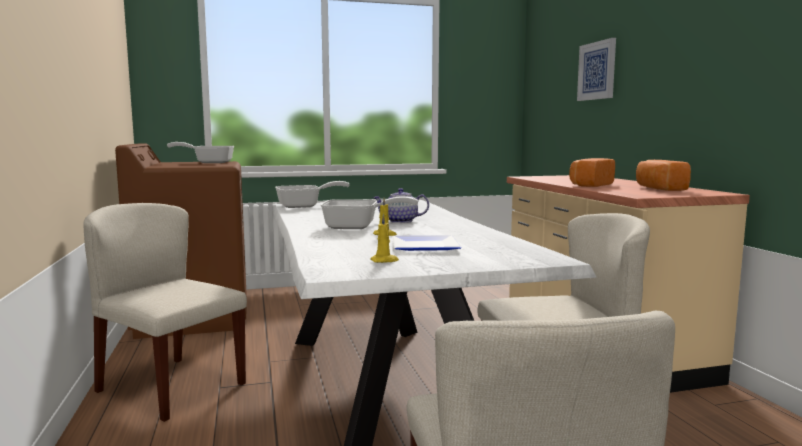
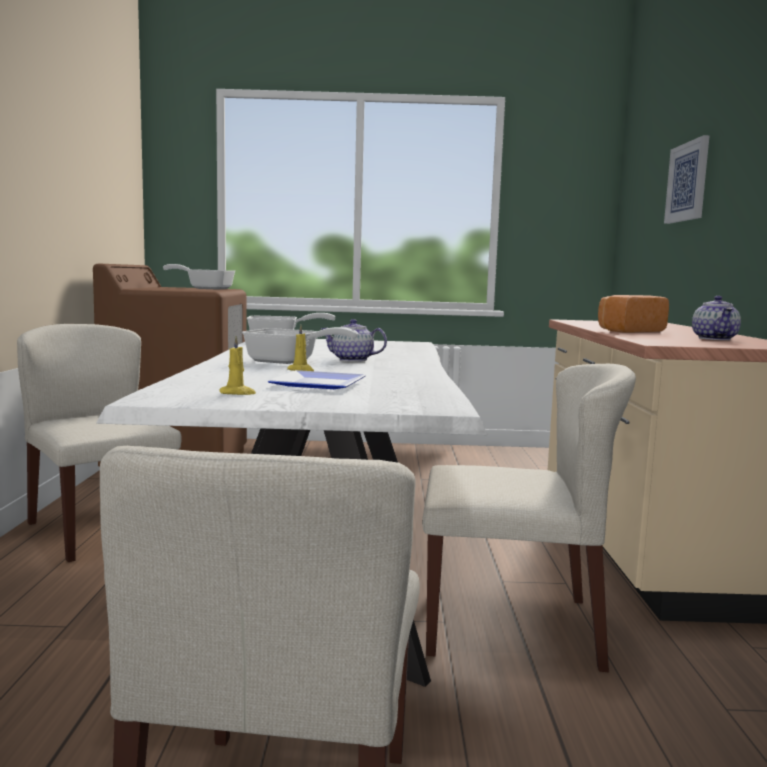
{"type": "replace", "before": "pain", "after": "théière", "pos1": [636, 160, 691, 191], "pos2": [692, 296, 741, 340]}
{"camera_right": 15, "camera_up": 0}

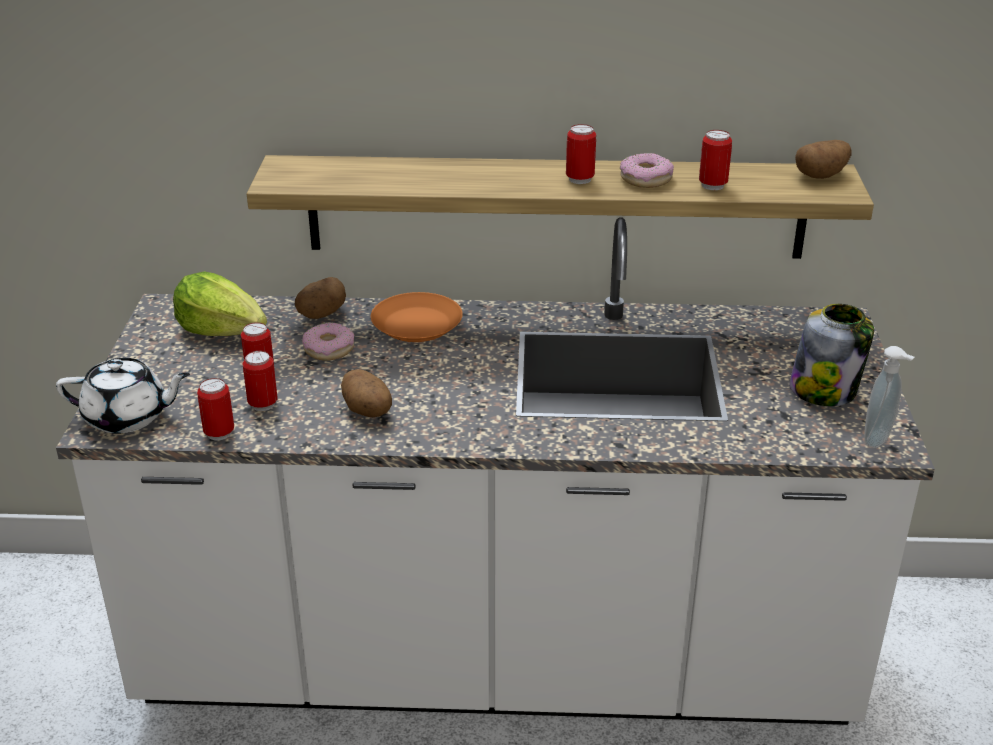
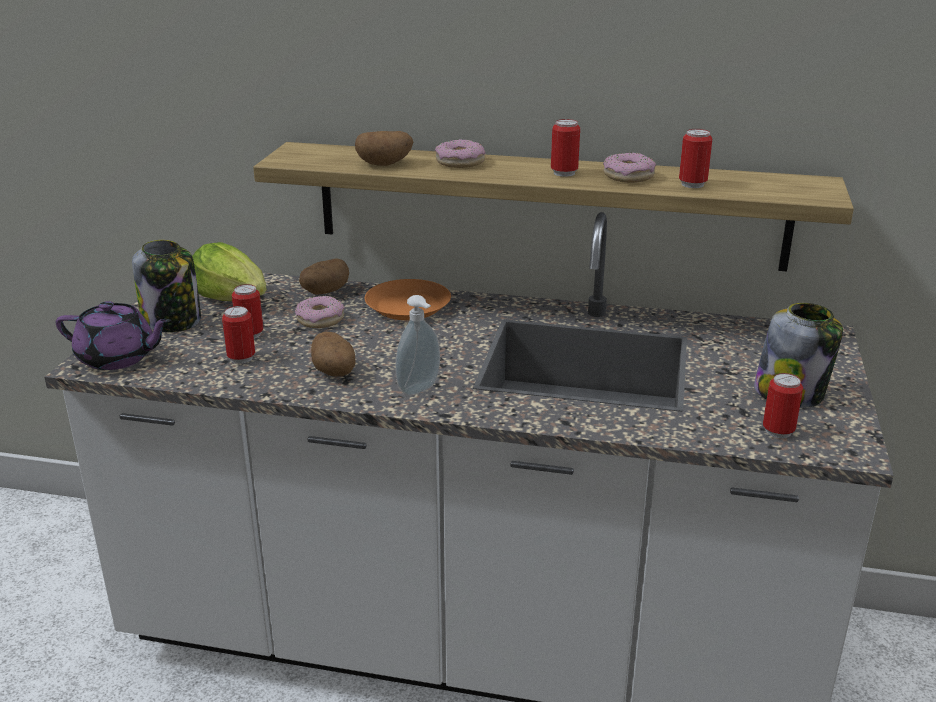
{"type": "insert", "after": "bocal", "pos2": [132, 240, 201, 332]}
{"type": "insert", "after": "beignet", "pos2": [435, 139, 485, 168]}
{"type": "move", "before": "boîte métallique", "pos1": [197, 378, 234, 441], "pos2": [763, 373, 803, 438]}
{"type": "move", "before": "pomme de terre", "pos1": [795, 140, 852, 179], "pos2": [355, 131, 413, 166]}
{"type": "move", "before": "distributeur de savon", "pos1": [864, 346, 915, 448], "pos2": [395, 295, 440, 396]}
{"type": "recolor", "before": "théière [blanc]", "after": "théière [violet]", "pos1": [56, 358, 190, 433], "pos2": [56, 301, 172, 370]}
{"camera_right": 10, "camera_up": -5}

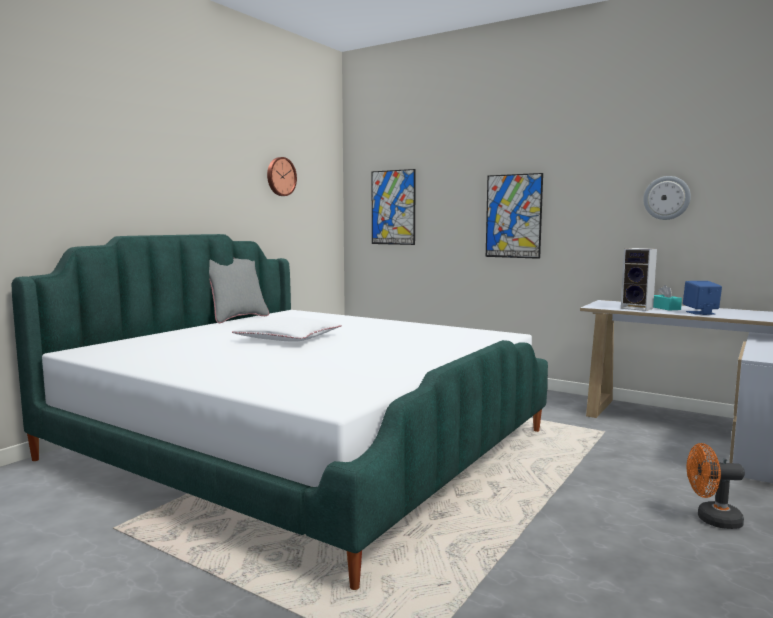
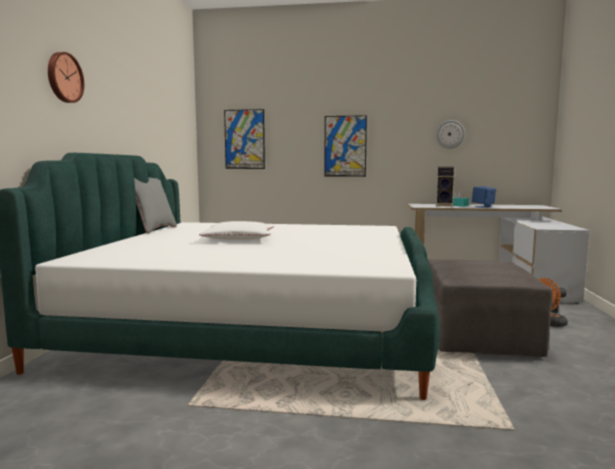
{"type": "insert", "after": "pouf [gris]", "pos2": [428, 259, 553, 357]}
{"type": "move", "before": "horloge murale", "pos1": [267, 157, 297, 196], "pos2": [48, 52, 84, 103]}
{"camera_right": -25, "camera_up": 0}

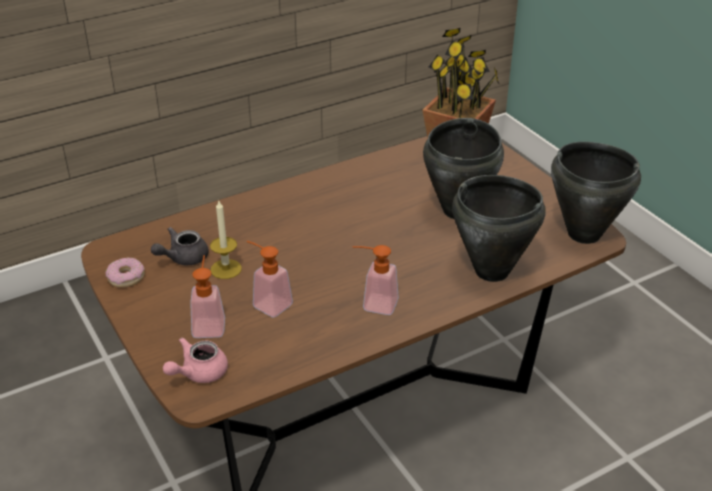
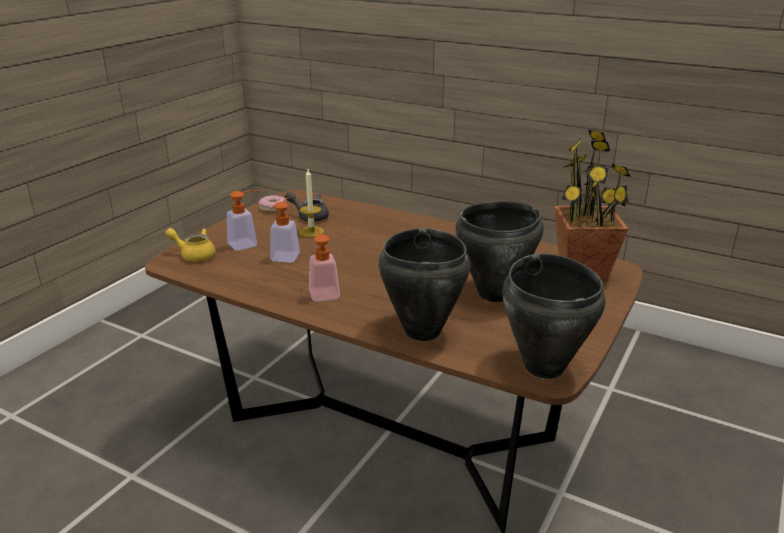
{"type": "recolor", "before": "théière [rose]", "after": "théière [jaune]", "pos1": [163, 337, 228, 383], "pos2": [165, 228, 216, 262]}
{"camera_right": 60, "camera_up": -10}

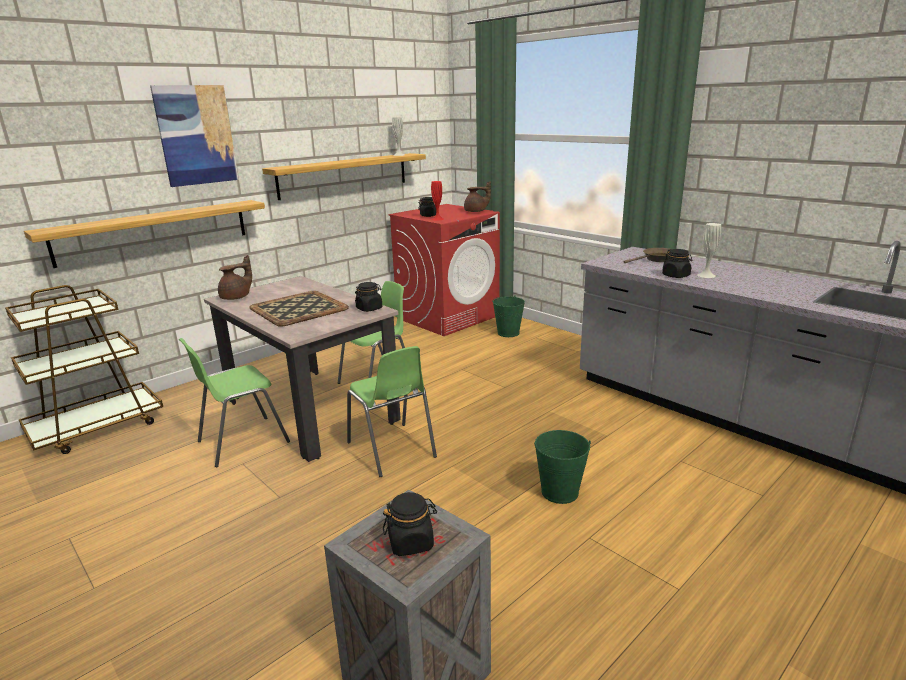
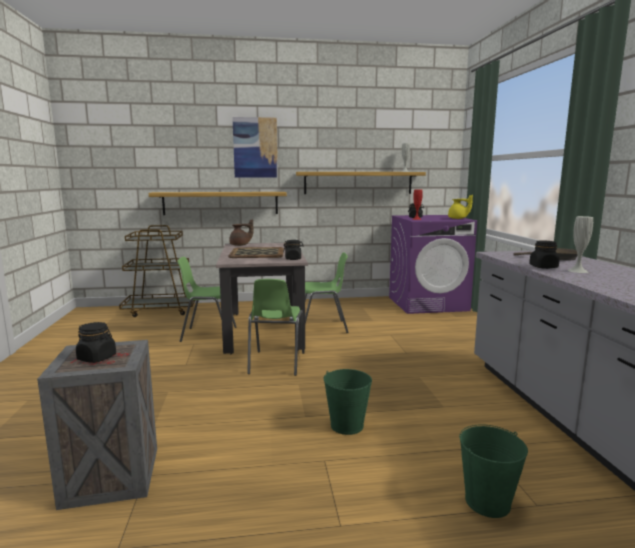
{"type": "move", "before": "seau [vert]", "pos1": [492, 295, 525, 337], "pos2": [459, 424, 528, 518]}
{"type": "recolor", "before": "lave-linge [rouge]", "after": "lave-linge [violet]", "pos1": [388, 204, 500, 336], "pos2": [389, 215, 477, 314]}
{"type": "recolor", "before": "théière [marron]", "after": "théière [jaune]", "pos1": [464, 181, 491, 212], "pos2": [448, 195, 473, 219]}
{"camera_right": 35, "camera_up": -10}

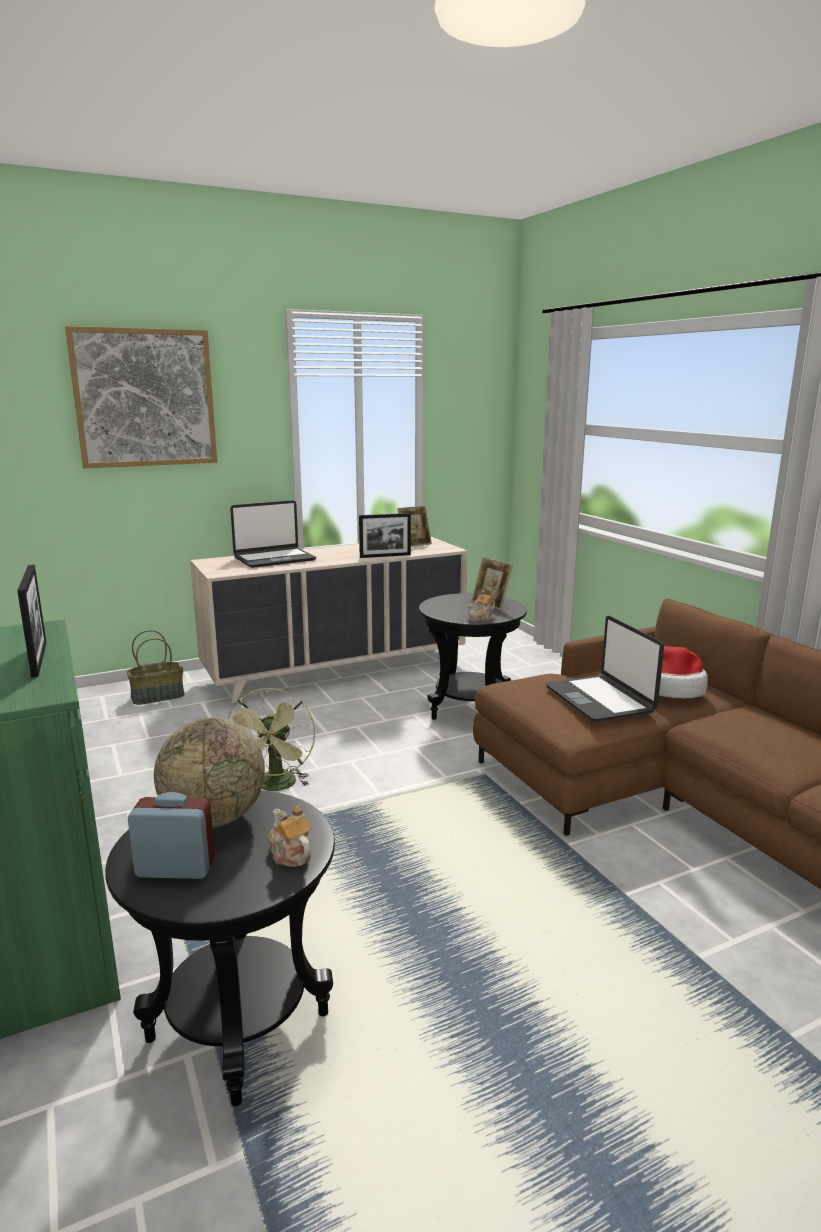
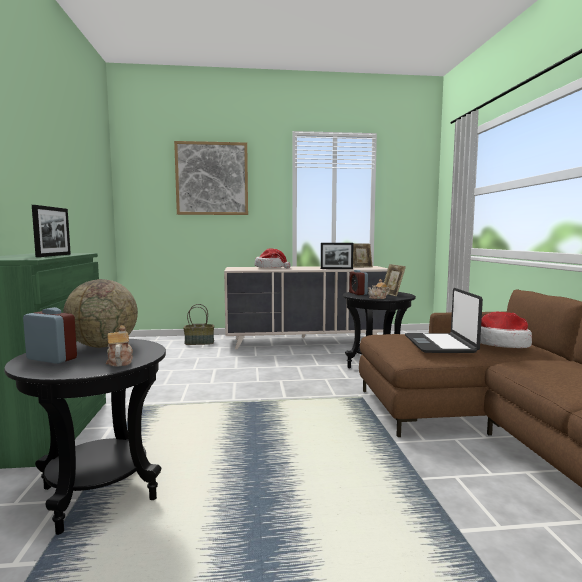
{"type": "delete", "before": "ventilateur [vert]", "pos1": [227, 688, 315, 791]}
{"type": "insert", "after": "réveil", "pos2": [349, 270, 368, 295]}
{"type": "replace", "before": "ordinateur portable", "after": "chapeau", "pos1": [230, 500, 316, 568], "pos2": [255, 248, 291, 269]}
{"camera_right": 20, "camera_up": -10}

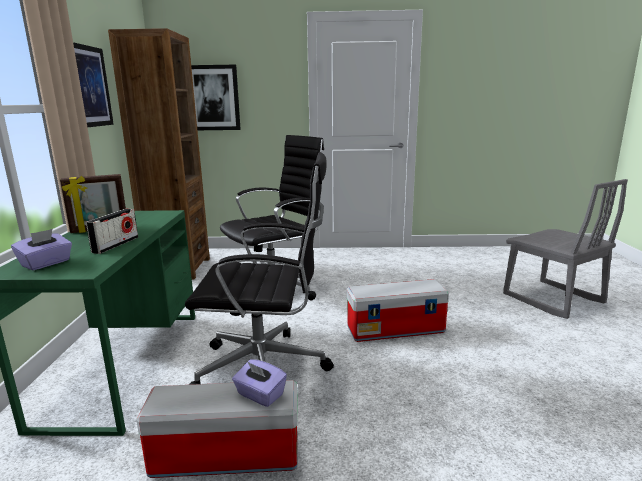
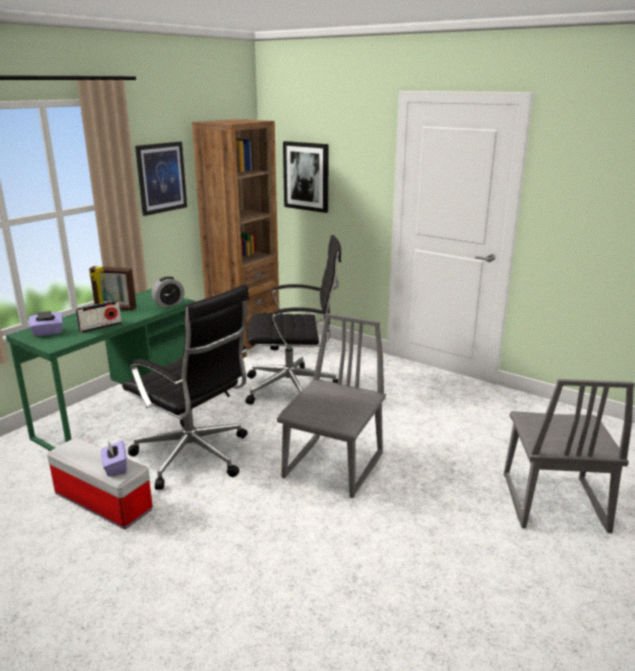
{"type": "insert", "after": "réveil", "pos2": [152, 276, 184, 308]}
{"type": "replace", "before": "boîte de rangement", "after": "chaise [gris]", "pos1": [346, 279, 449, 342], "pos2": [277, 313, 386, 498]}
{"camera_right": 35, "camera_up": 5}

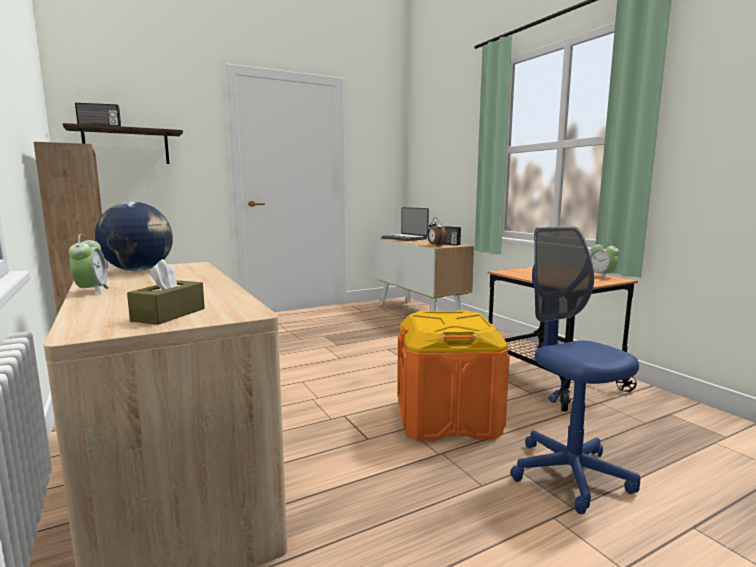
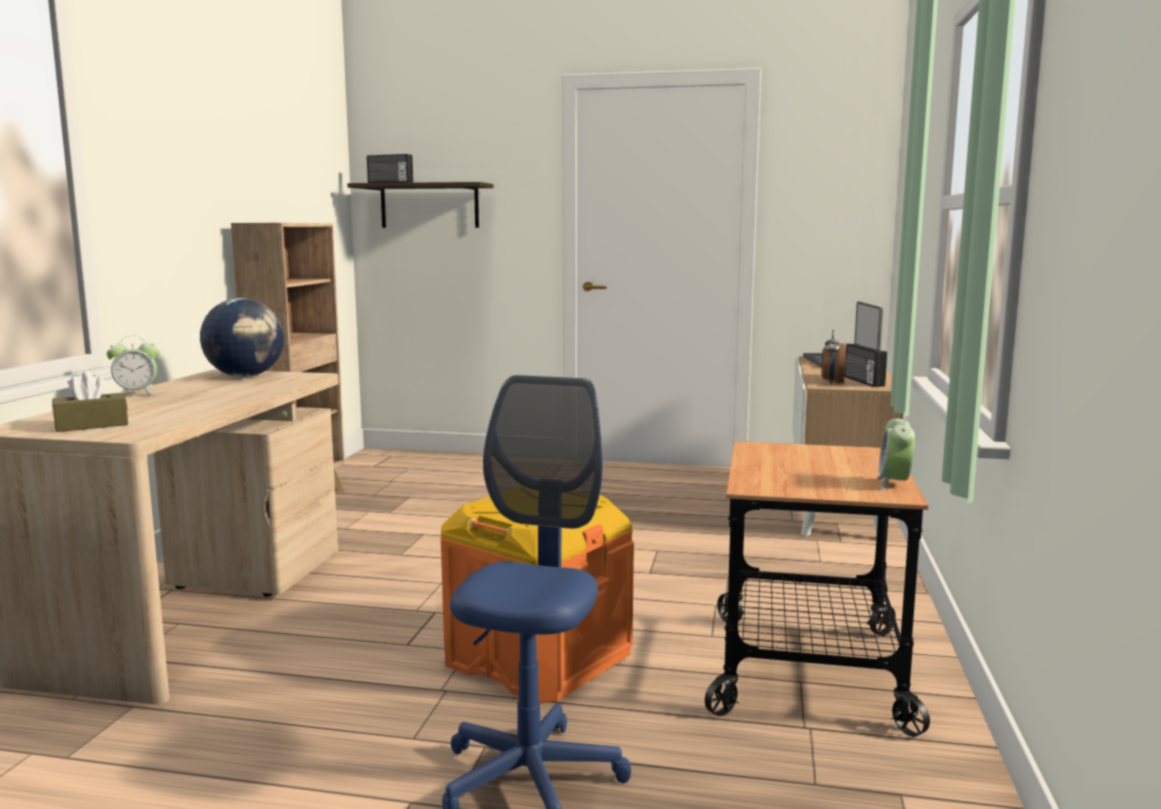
{"type": "rotate", "before": "réveil", "pos1": [69, 234, 110, 295], "pos2": [107, 336, 159, 395], "turn": 45}
{"camera_right": 40, "camera_up": 0}

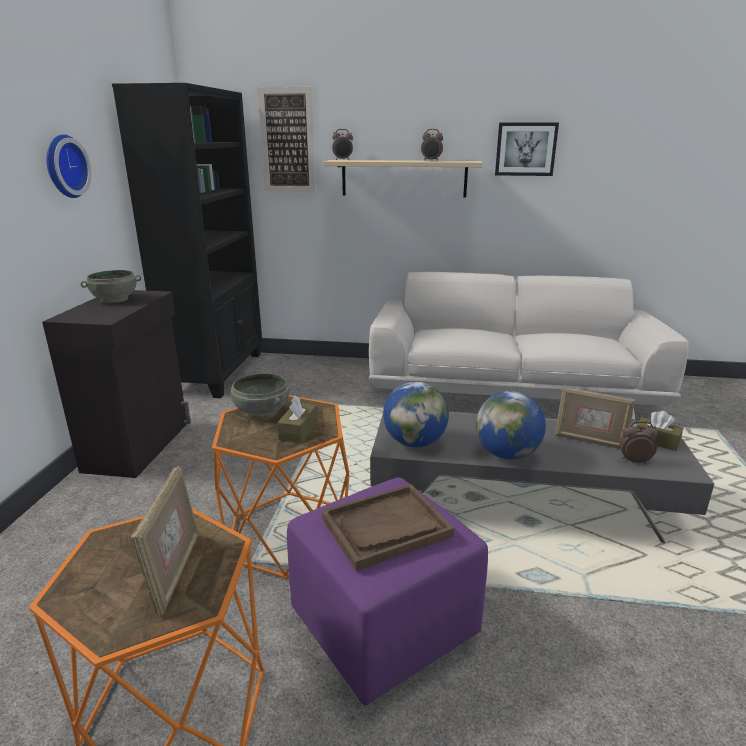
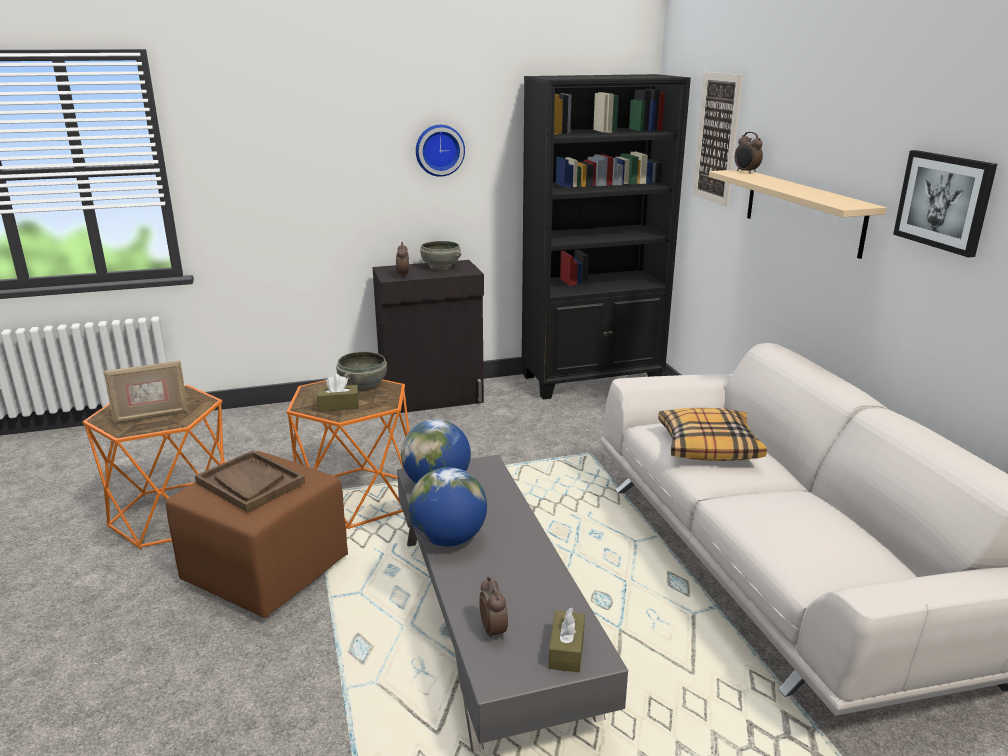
{"type": "delete", "before": "cadre photo", "pos1": [555, 387, 635, 449]}
{"type": "insert", "after": "coussin", "pos2": [658, 408, 767, 461]}
{"type": "move", "before": "réveil", "pos1": [421, 129, 443, 161], "pos2": [396, 242, 409, 278]}
{"type": "recolor", "before": "pouf [violet]", "after": "pouf [marron]", "pos1": [287, 477, 488, 705], "pos2": [166, 451, 348, 618]}
{"camera_right": 65, "camera_up": 0}

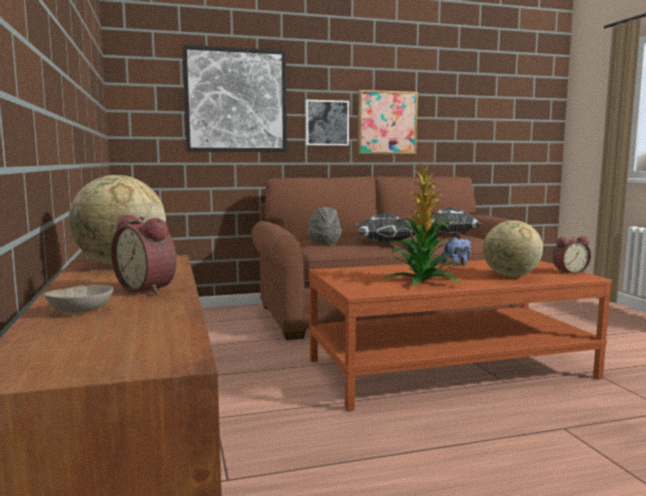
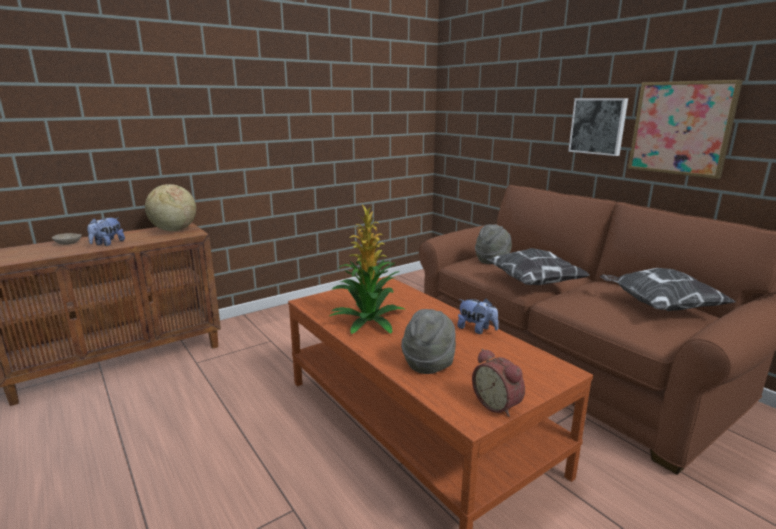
{"type": "delete", "before": "tableau", "pos1": [183, 45, 287, 152]}
{"type": "replace", "before": "réveil", "after": "peluche", "pos1": [111, 215, 176, 295], "pos2": [87, 217, 125, 246]}
{"type": "replace", "before": "globe", "after": "chapeau [gris]", "pos1": [483, 220, 543, 277], "pos2": [401, 309, 456, 374]}
{"camera_right": 70, "camera_up": 10}

